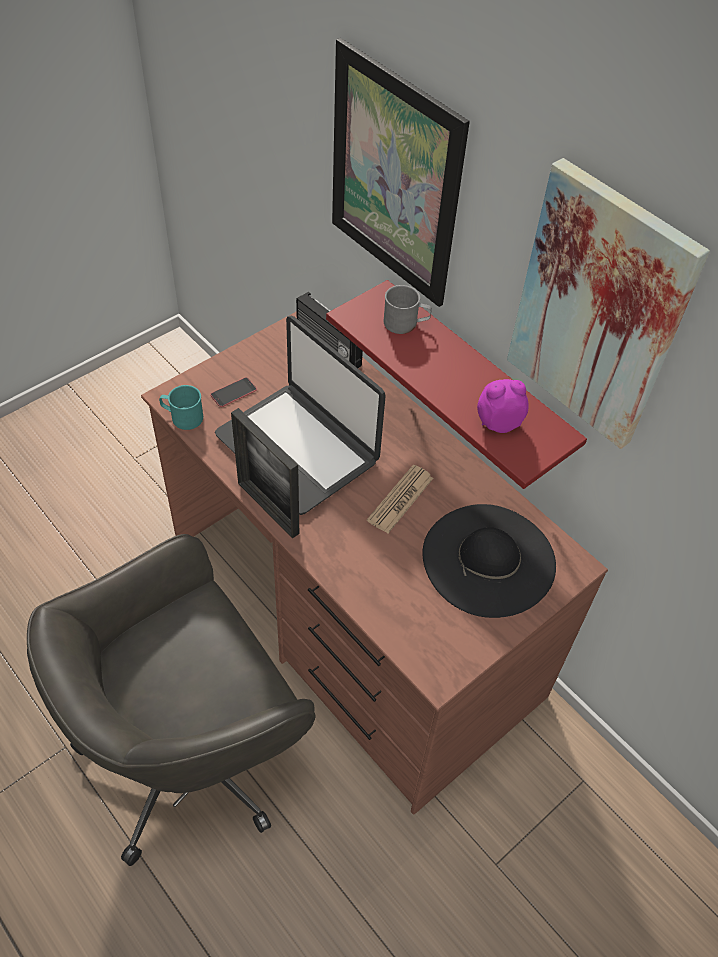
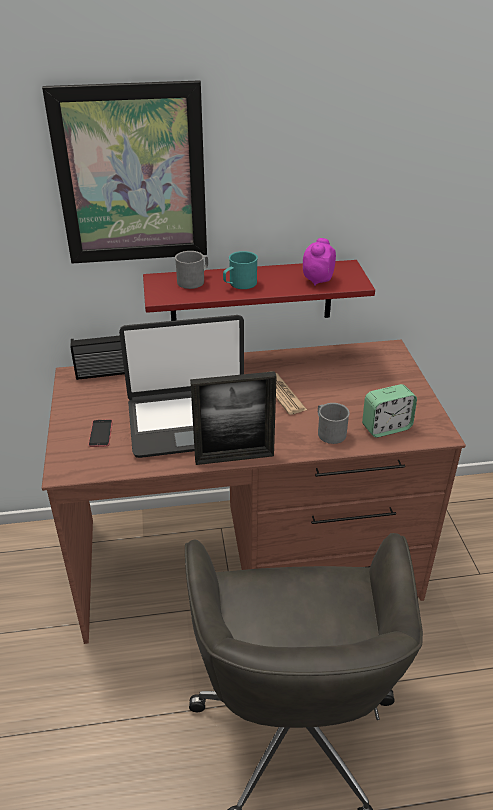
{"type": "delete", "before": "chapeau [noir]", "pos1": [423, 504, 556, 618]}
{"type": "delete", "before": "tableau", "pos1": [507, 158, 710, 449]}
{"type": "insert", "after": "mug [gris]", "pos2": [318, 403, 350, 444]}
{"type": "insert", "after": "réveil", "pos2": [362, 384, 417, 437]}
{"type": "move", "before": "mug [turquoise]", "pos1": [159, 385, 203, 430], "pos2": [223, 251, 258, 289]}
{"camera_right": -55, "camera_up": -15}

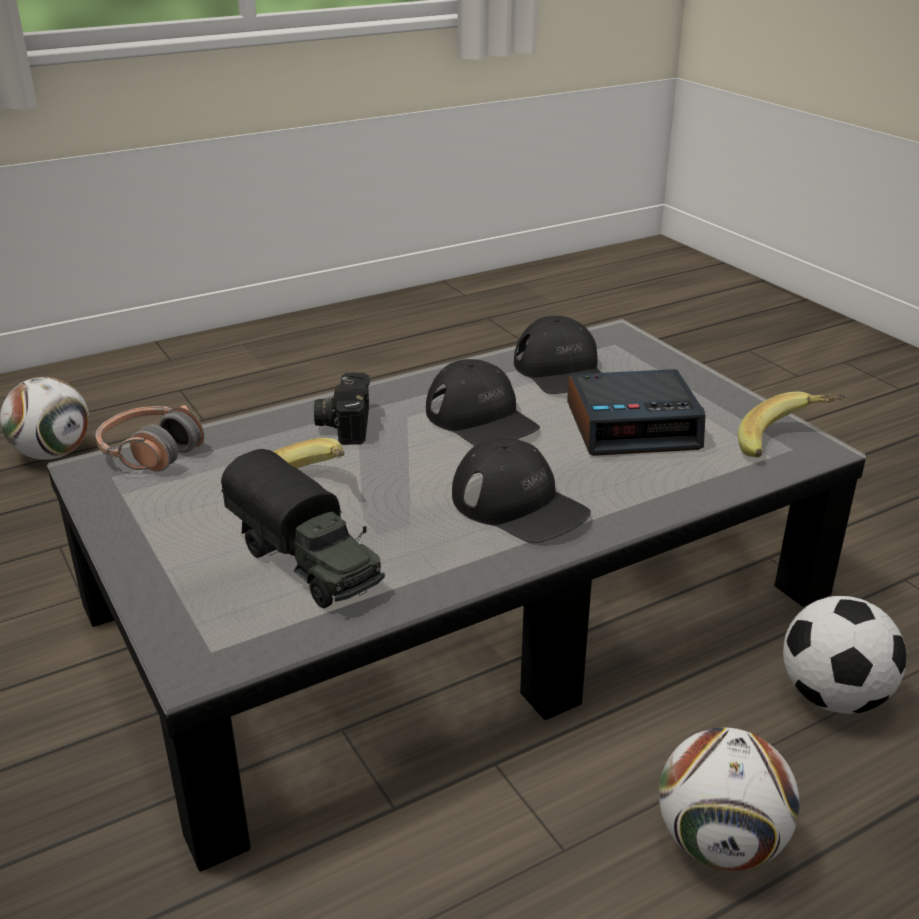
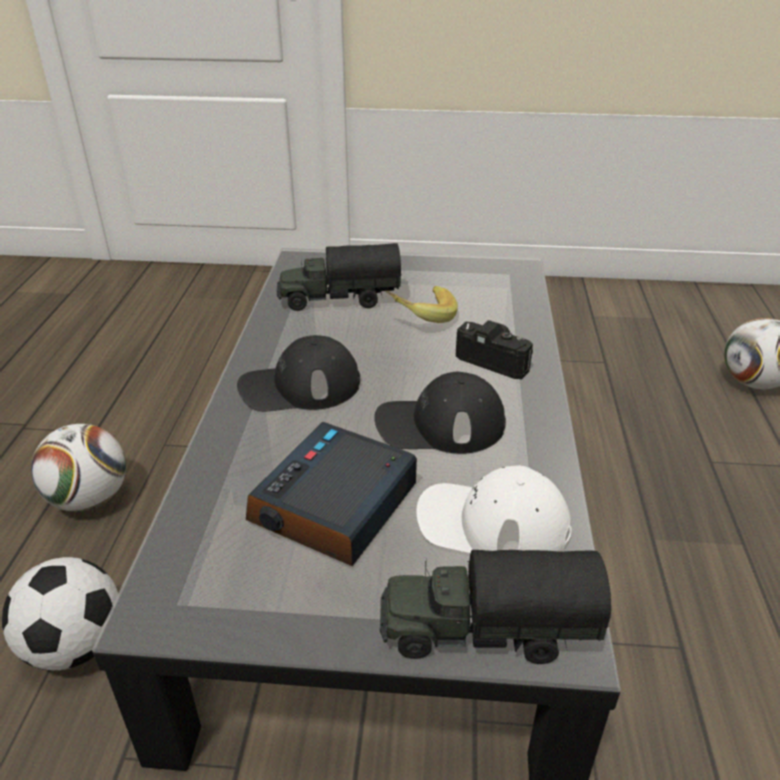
{"type": "delete", "before": "casque audio", "pos1": [96, 405, 204, 472]}
{"type": "delete", "before": "banane", "pos1": [738, 392, 846, 458]}
{"type": "insert", "after": "camion jouet", "pos2": [380, 550, 611, 664]}
{"type": "recolor", "before": "casquette [noir]", "after": "casquette [blanc]", "pos1": [514, 316, 601, 394], "pos2": [416, 465, 571, 553]}
{"camera_right": 125, "camera_up": 5}

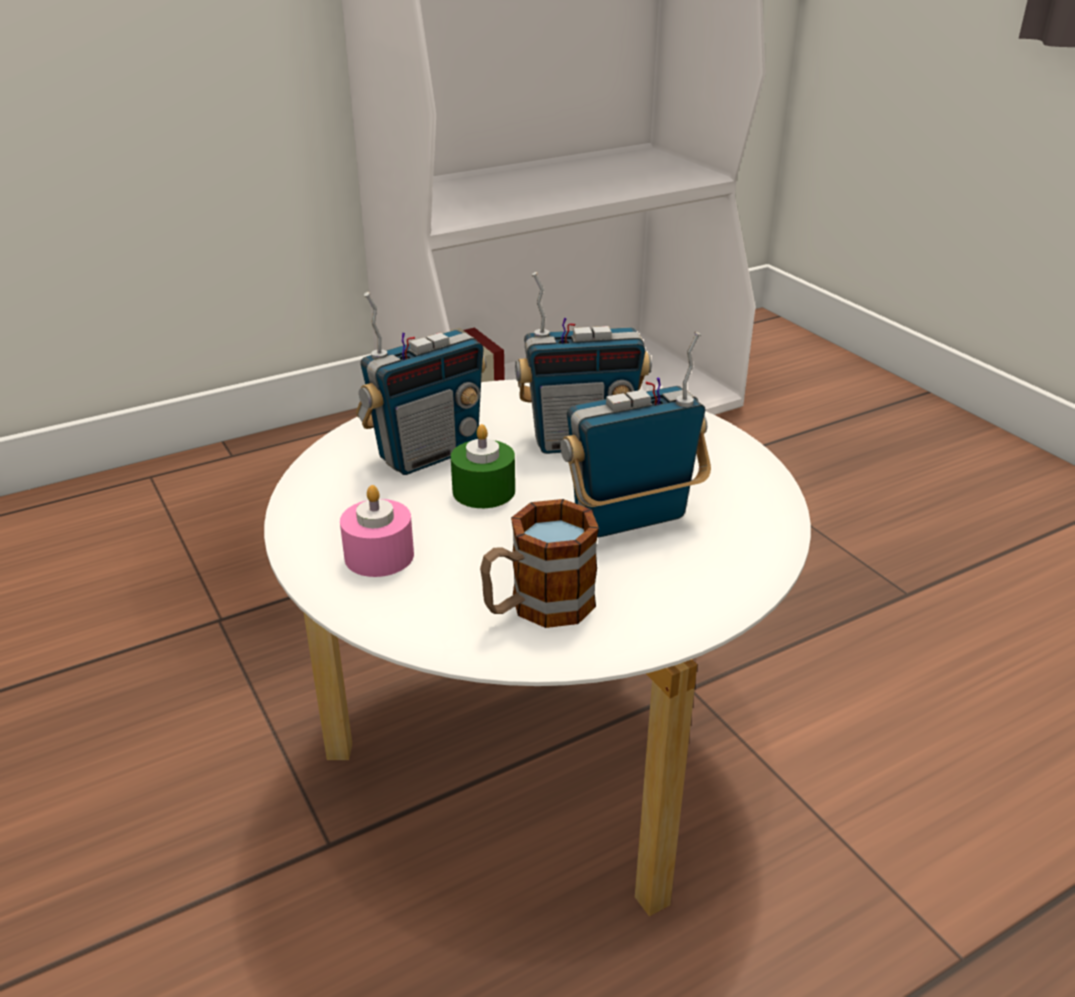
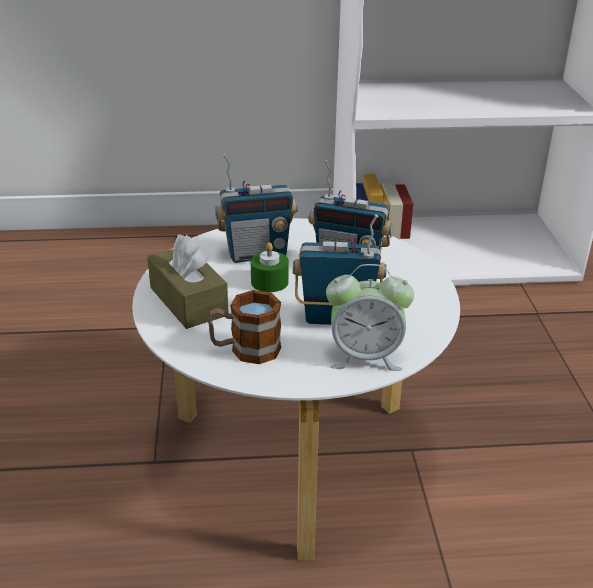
{"type": "insert", "after": "réveil", "pos2": [326, 264, 414, 371]}
{"type": "replace", "before": "bougie [rose]", "after": "boîte à mouchoirs [marron]", "pos1": [340, 485, 414, 577], "pos2": [147, 234, 228, 329]}
{"camera_right": 25, "camera_up": 0}

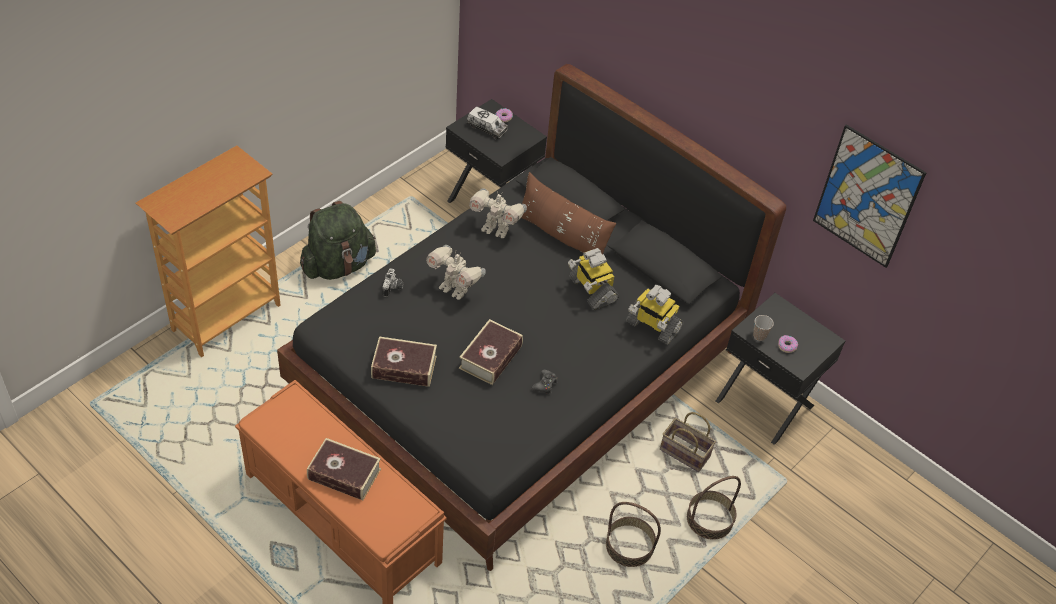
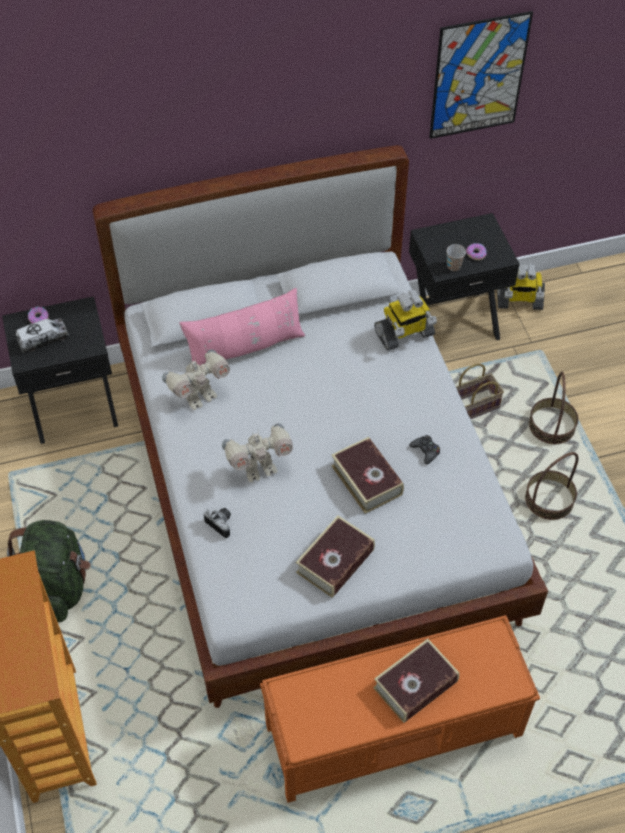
{"type": "move", "before": "robot jouet", "pos1": [568, 248, 619, 310], "pos2": [497, 263, 545, 310]}
{"type": "recolor", "before": "lit [noir]", "after": "lit [blanc]", "pos1": [277, 64, 786, 571], "pos2": [93, 145, 548, 708]}
{"type": "recolor", "before": "coussin [marron]", "after": "coussin [rose]", "pos1": [521, 172, 616, 255], "pos2": [179, 288, 305, 365]}
{"camera_right": -55, "camera_up": 5}

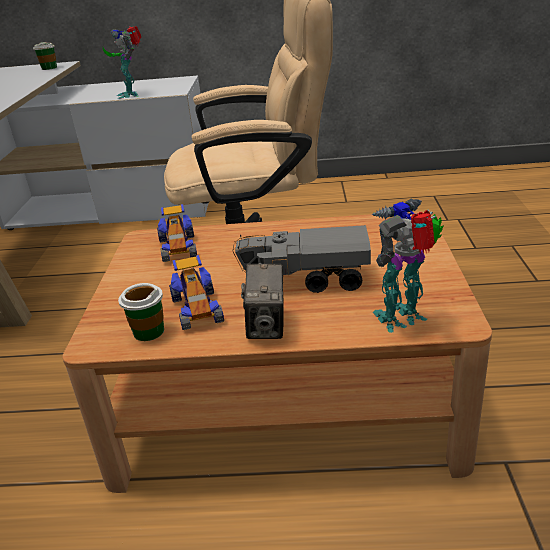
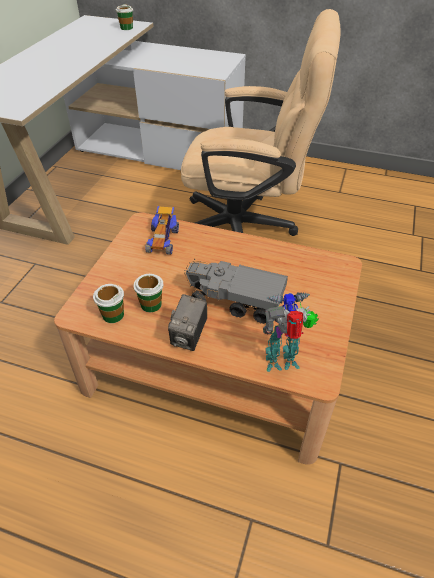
{"type": "delete", "before": "robot jouet", "pos1": [103, 26, 141, 99]}
{"type": "replace", "before": "petite voiture", "after": "tasse", "pos1": [169, 255, 224, 330], "pos2": [133, 274, 163, 312]}
{"camera_right": 15, "camera_up": 15}

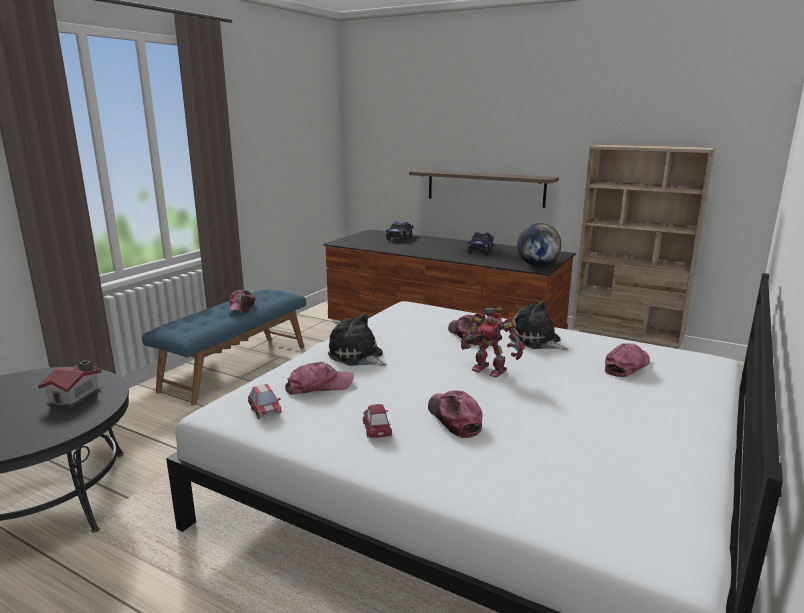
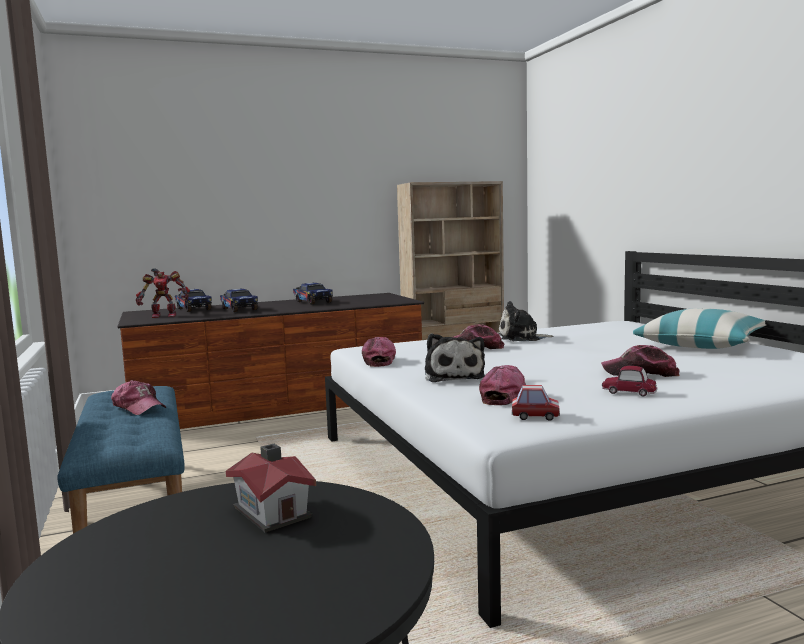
{"type": "delete", "before": "étagère", "pos1": [409, 170, 559, 208]}
{"type": "delete", "before": "globe", "pos1": [517, 223, 561, 266]}
{"type": "insert", "after": "camion jouet", "pos2": [220, 289, 258, 312]}
{"type": "insert", "after": "coussin", "pos2": [633, 308, 766, 349]}
{"type": "move", "before": "robot jouet", "pos1": [461, 307, 525, 377], "pos2": [136, 268, 190, 318]}
{"type": "move", "before": "casquette", "pos1": [605, 343, 650, 377], "pos2": [362, 337, 396, 367]}
{"type": "rotate", "before": "peluche", "pos1": [328, 313, 387, 366], "pos2": [425, 334, 485, 382], "turn": -90}
{"camera_right": -50, "camera_up": -10}

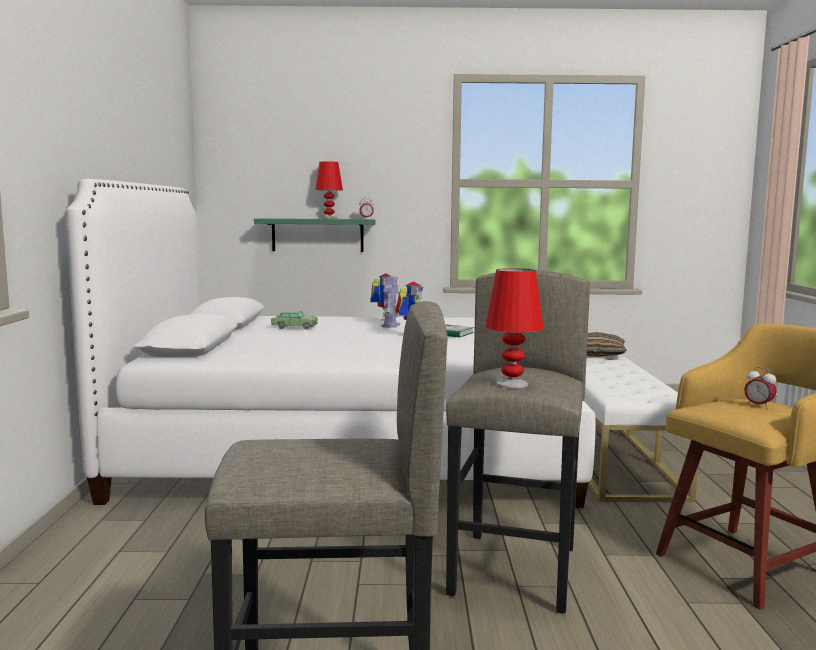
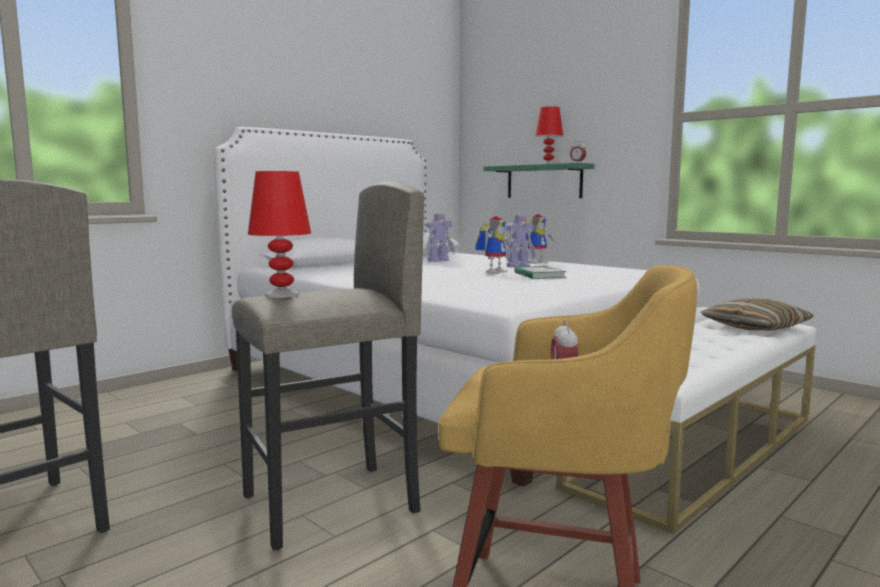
{"type": "replace", "before": "petite voiture", "after": "robot jouet", "pos1": [271, 311, 318, 330], "pos2": [426, 213, 455, 262]}
{"camera_right": 45, "camera_up": 0}

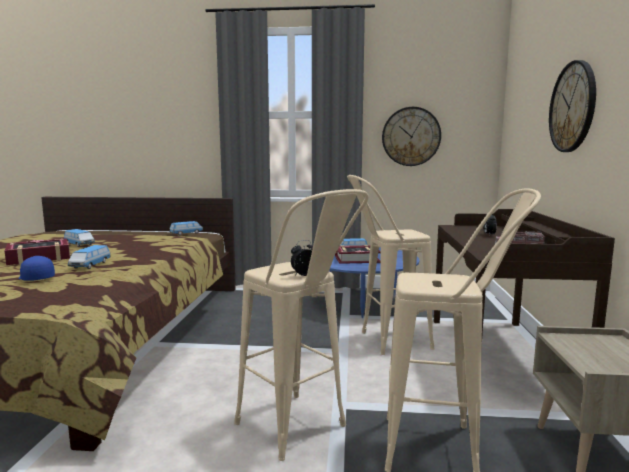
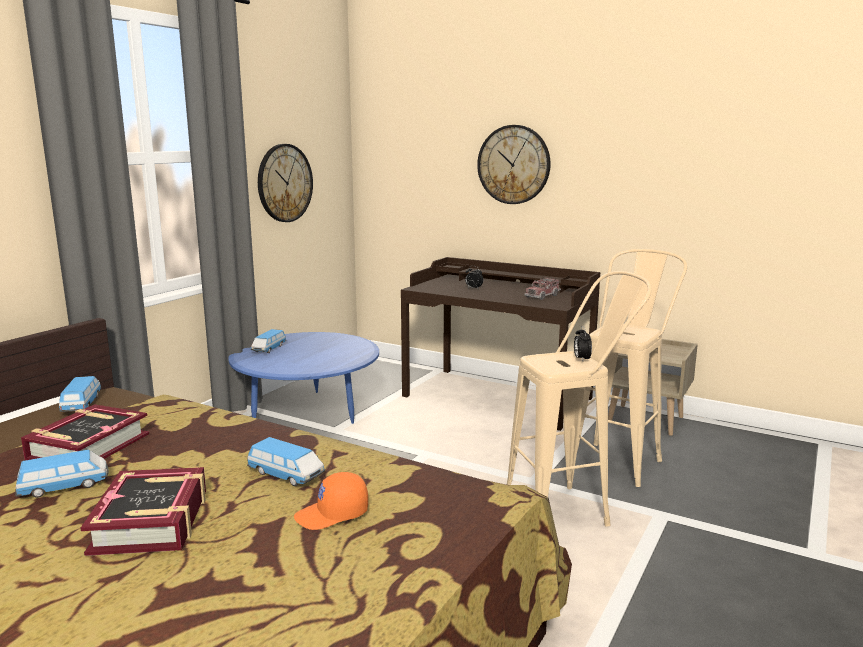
{"type": "delete", "before": "tabouret [beige]", "pos1": [347, 175, 434, 355]}
{"type": "move", "before": "livre", "pos1": [335, 245, 381, 264], "pos2": [21, 404, 149, 460]}
{"type": "recolor", "before": "casquette [bleu]", "after": "casquette [orange]", "pos1": [19, 256, 55, 281], "pos2": [294, 472, 368, 530]}
{"camera_right": -65, "camera_up": 5}

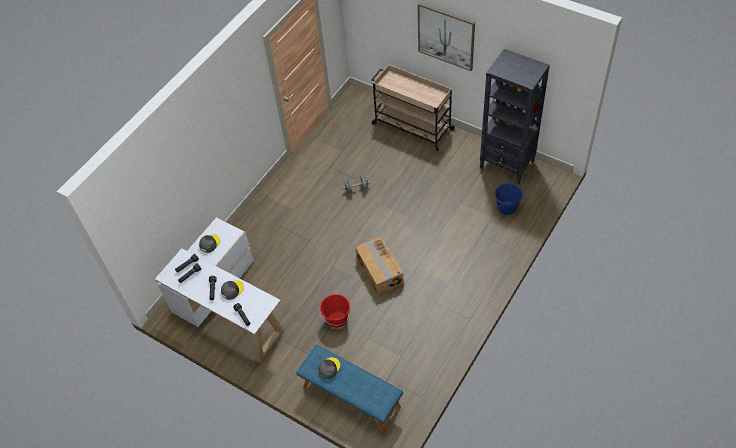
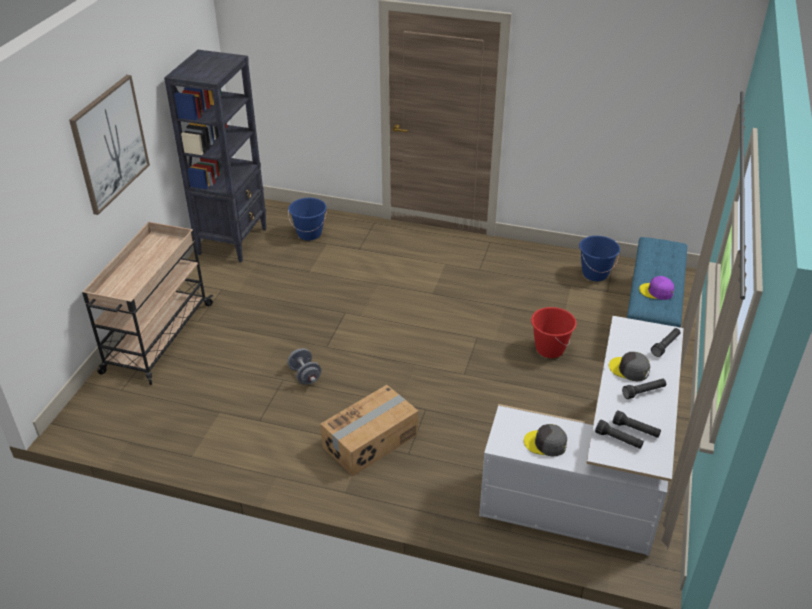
{"type": "insert", "after": "seau [bleu]", "pos2": [579, 236, 620, 281]}
{"type": "move", "before": "carton", "pos1": [355, 237, 404, 295], "pos2": [320, 385, 418, 476]}
{"type": "recolor", "before": "casquette [gris]", "after": "casquette [violet]", "pos1": [318, 357, 340, 379], "pos2": [639, 276, 674, 300]}
{"camera_right": -110, "camera_up": -15}

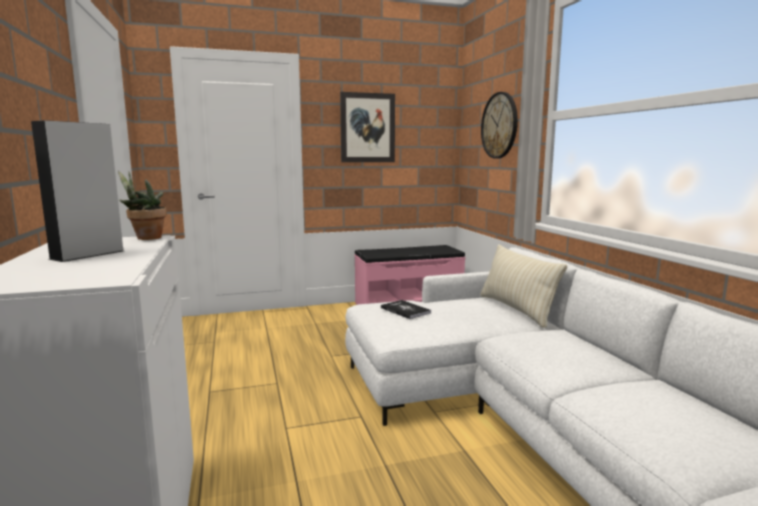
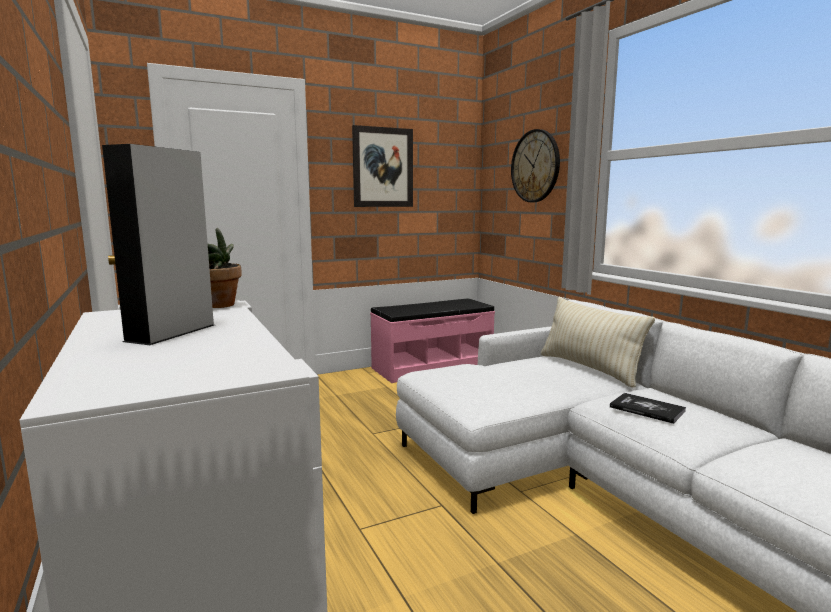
{"type": "move", "before": "livre", "pos1": [381, 300, 431, 319], "pos2": [610, 393, 686, 424]}
{"camera_right": -10, "camera_up": 0}

